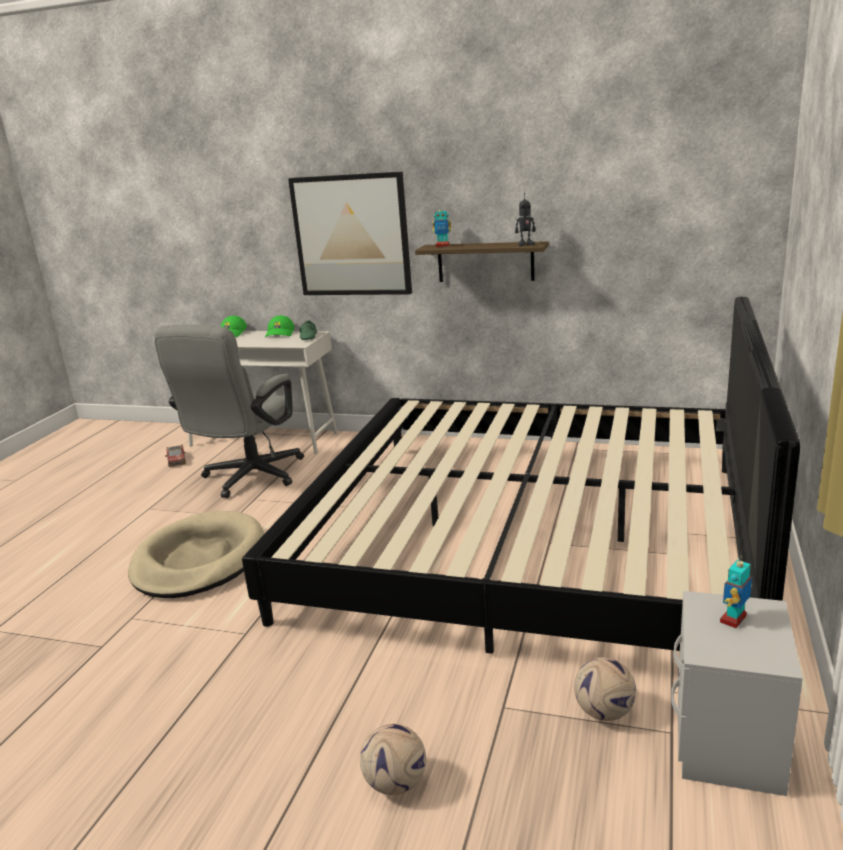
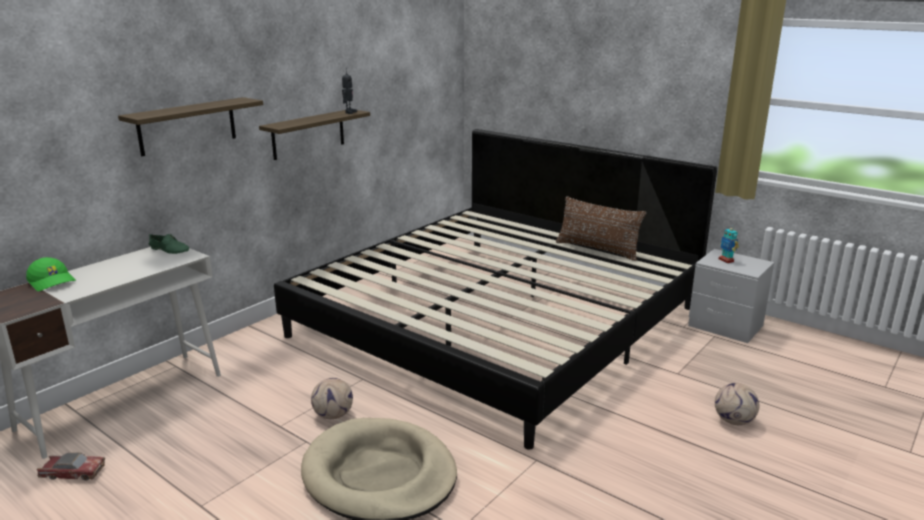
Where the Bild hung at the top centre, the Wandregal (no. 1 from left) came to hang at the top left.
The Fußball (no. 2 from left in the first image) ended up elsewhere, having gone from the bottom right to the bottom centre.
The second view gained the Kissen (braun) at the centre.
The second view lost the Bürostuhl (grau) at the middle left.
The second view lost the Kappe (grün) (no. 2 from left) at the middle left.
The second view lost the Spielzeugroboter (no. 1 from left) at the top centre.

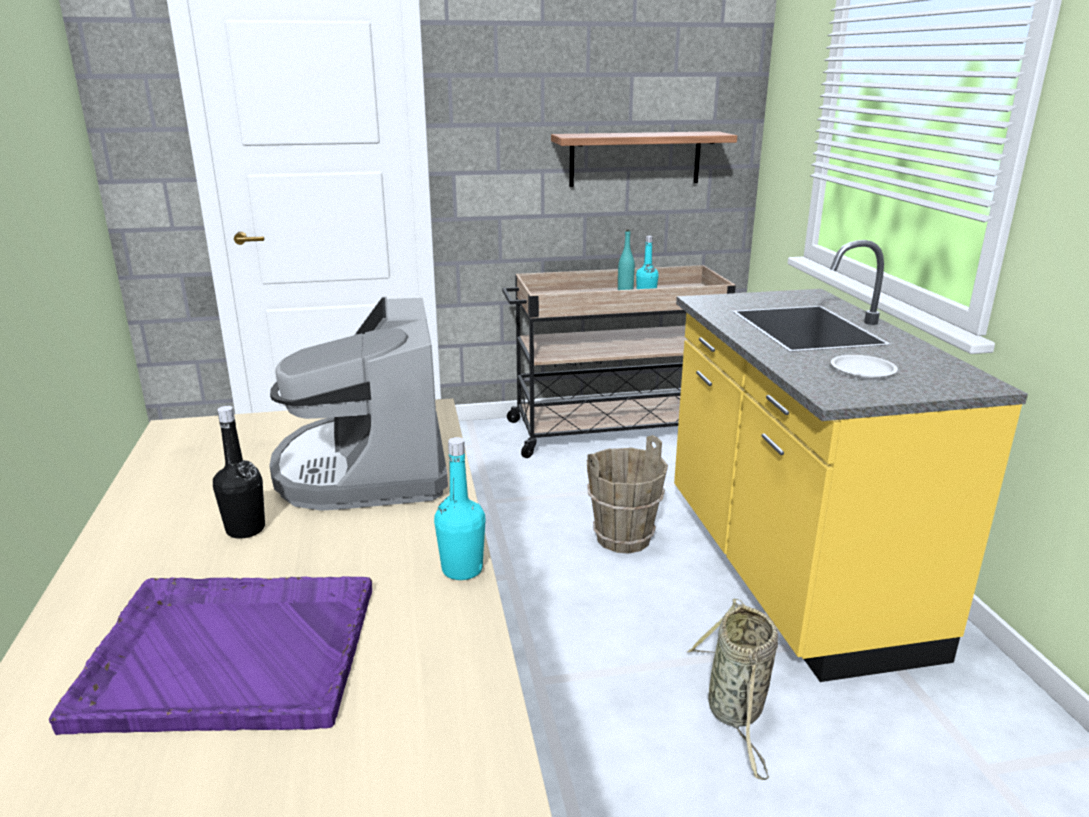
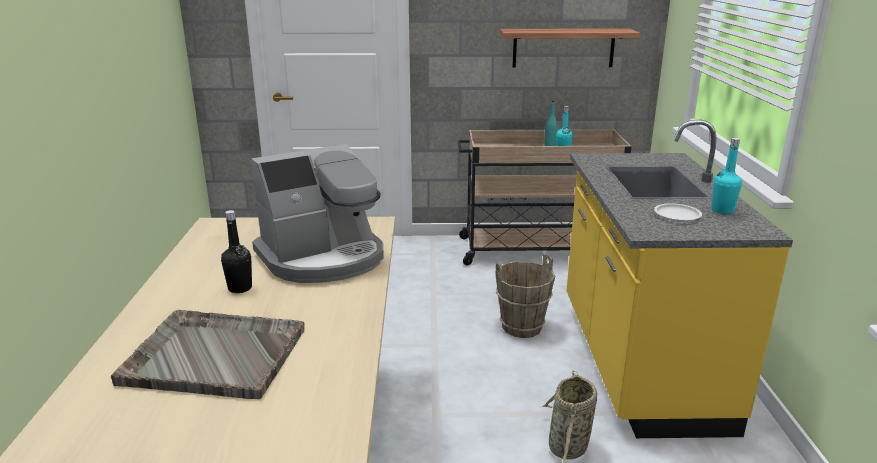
What was the Tablett (lila) at the bottom left turned into the Tablett (grau) at the bottom left.
The Kaffeemaschine at the middle left ended up facing another way, 120 degrees counterclockwise from before.
The Flasche (türkis) (no. 1 from left in the first image) ended up elsewhere, having gone from the centre to the middle right.

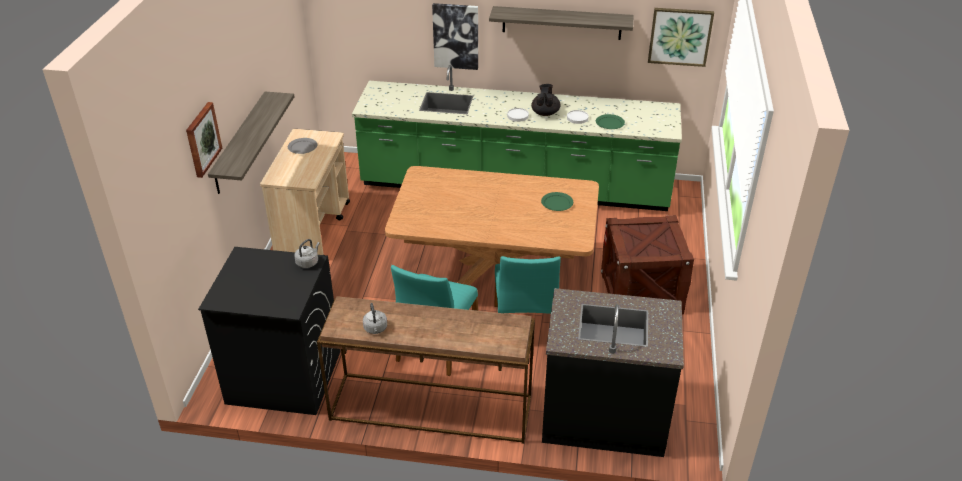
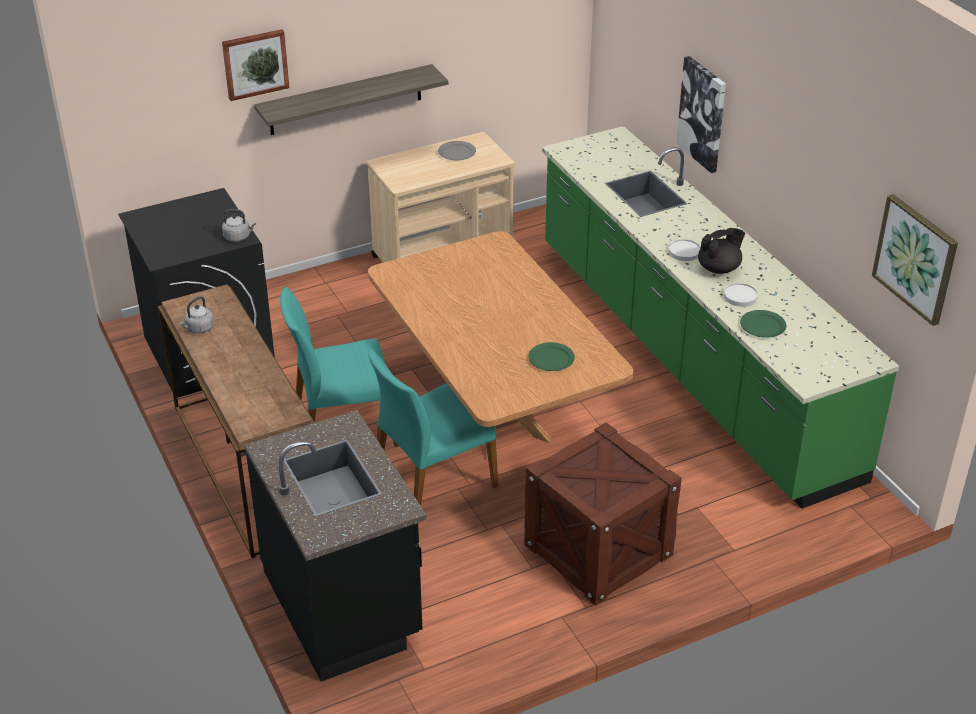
The second view lost the Wandregal (no. 2 from left) at the top centre.

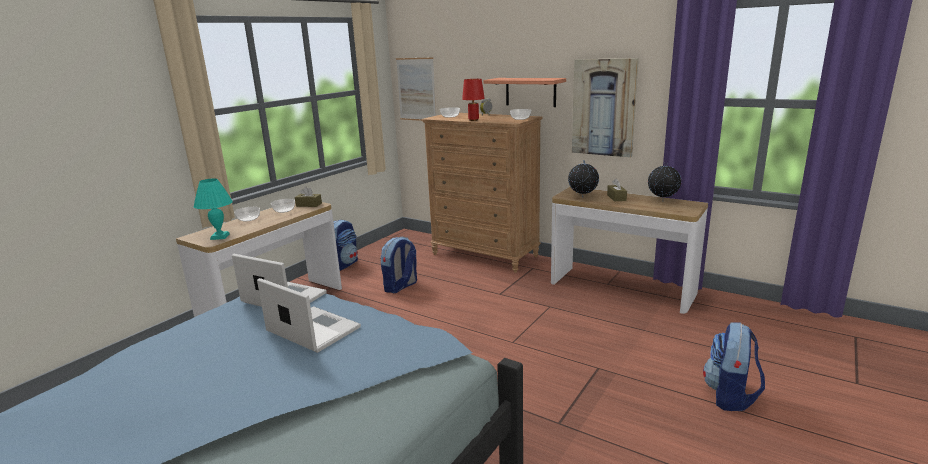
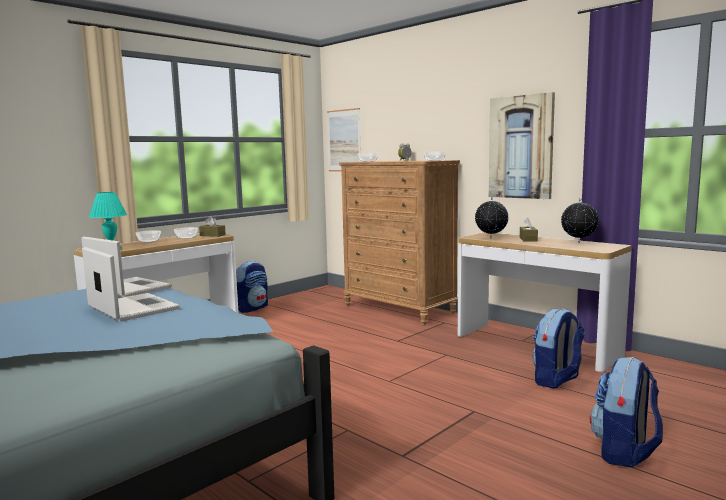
The Rucksack (no. 2 from left) ended up elsewhere, having gone from the centre to the bottom right.
The second view lost the Tischlampe (rot) at the top centre.
The second view lost the Wandregal at the top centre.

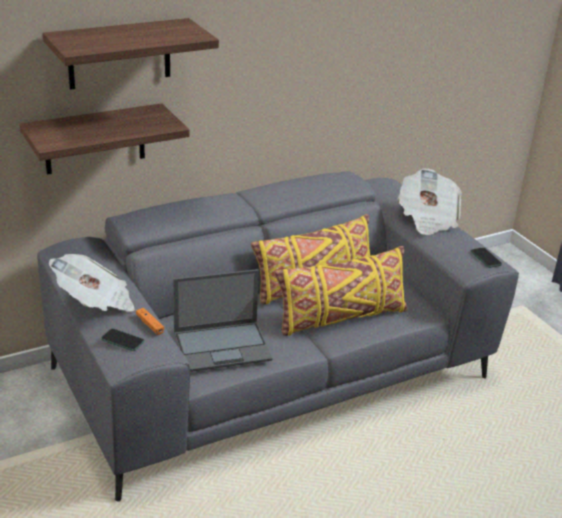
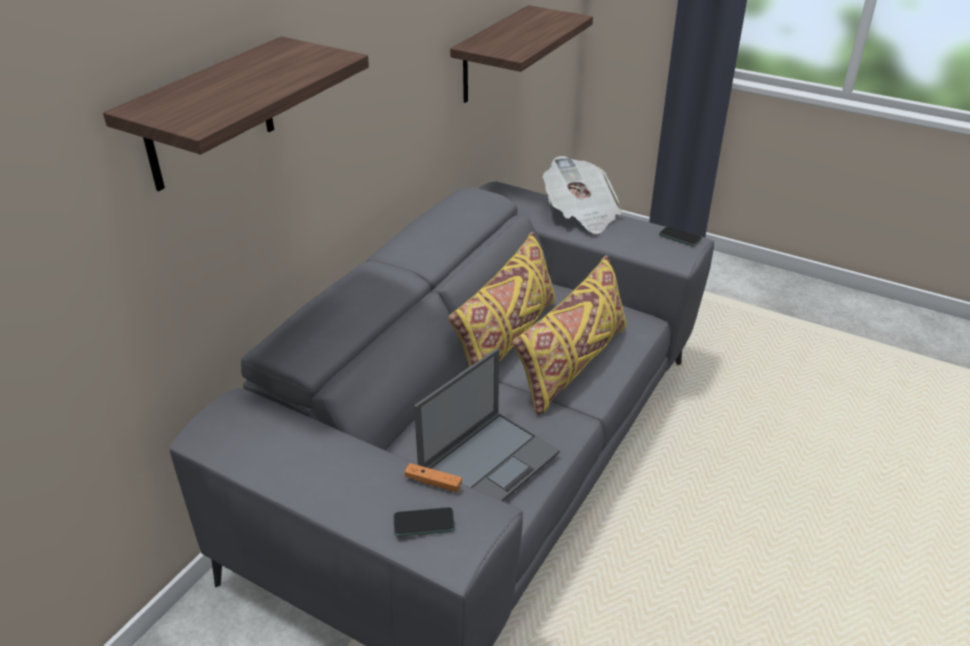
The Wandregal (no. 1 from left in the first image) ended up elsewhere, having gone from the top left to the top centre.
The second view lost the Zeitung (no. 1 from left) at the middle left.

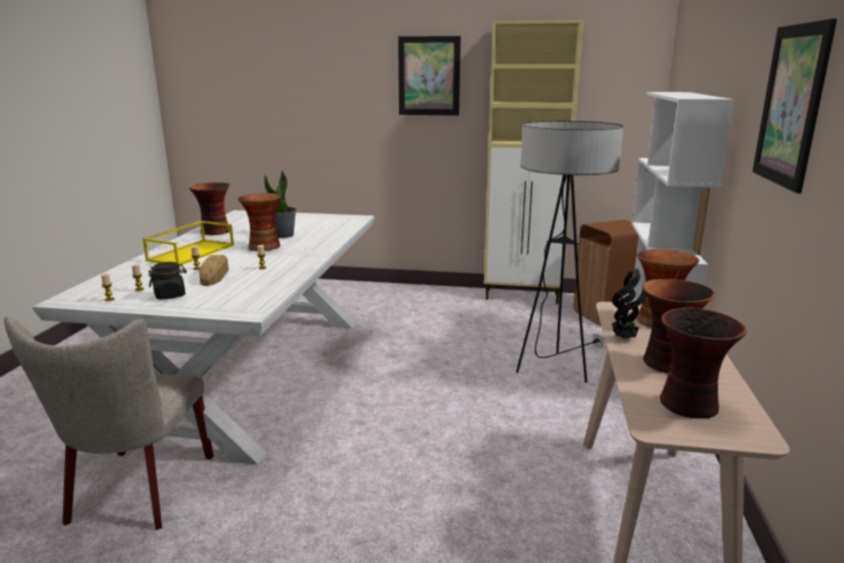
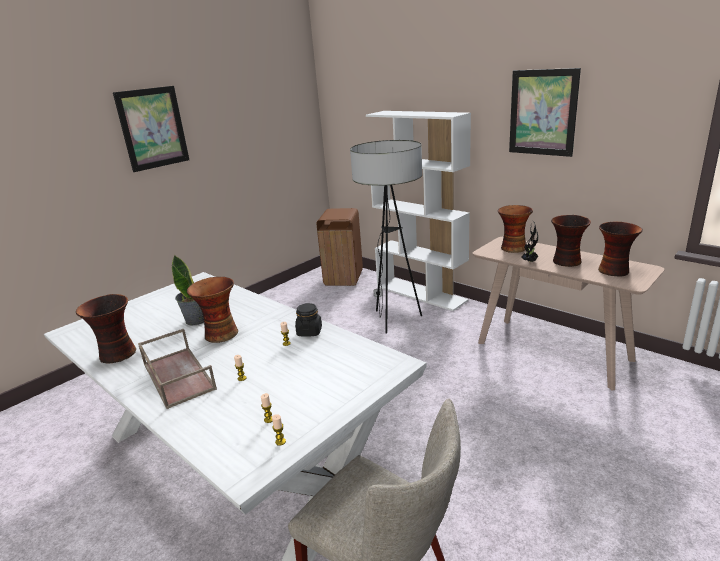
What was the Tablett (gelb) at the middle left turned into the Tablett (braun) at the middle left.
The Vorratsglas (schwarz) ended up elsewhere, having gone from the middle left to the centre.
The second view lost the Brot at the middle left.
The second view lost the Schrank (beige) at the top centre.

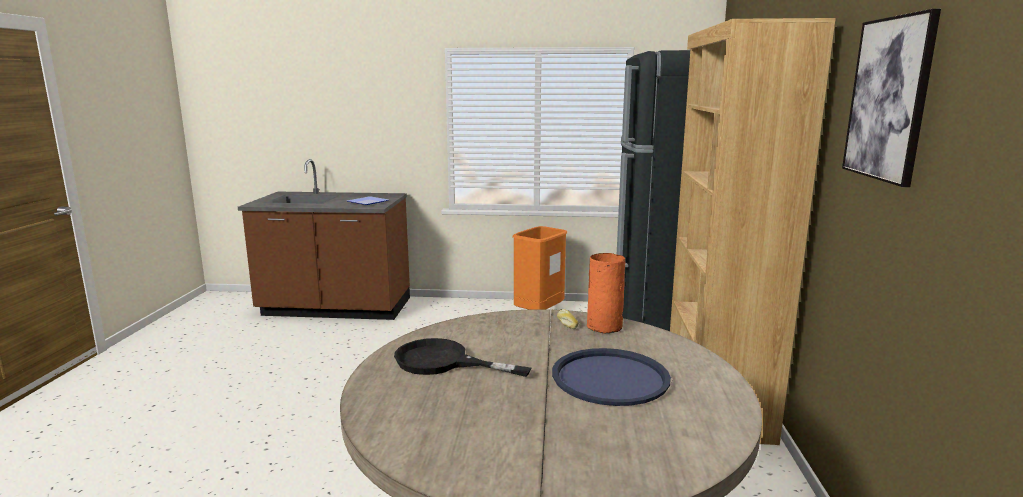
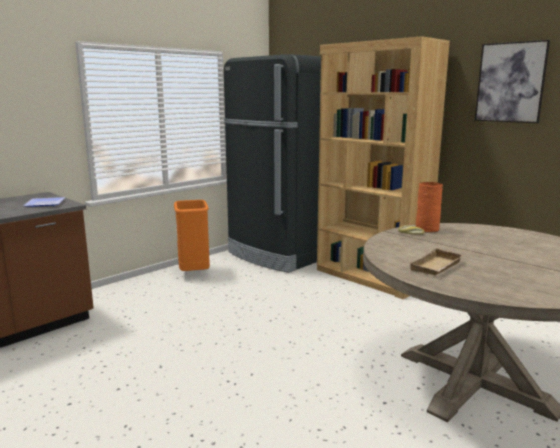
Where the Pfanne (schwarz) stood at the bottom centre, the Tablett (beige) came to stand at the middle right.
The second view lost the Tablett (blau) at the bottom centre.

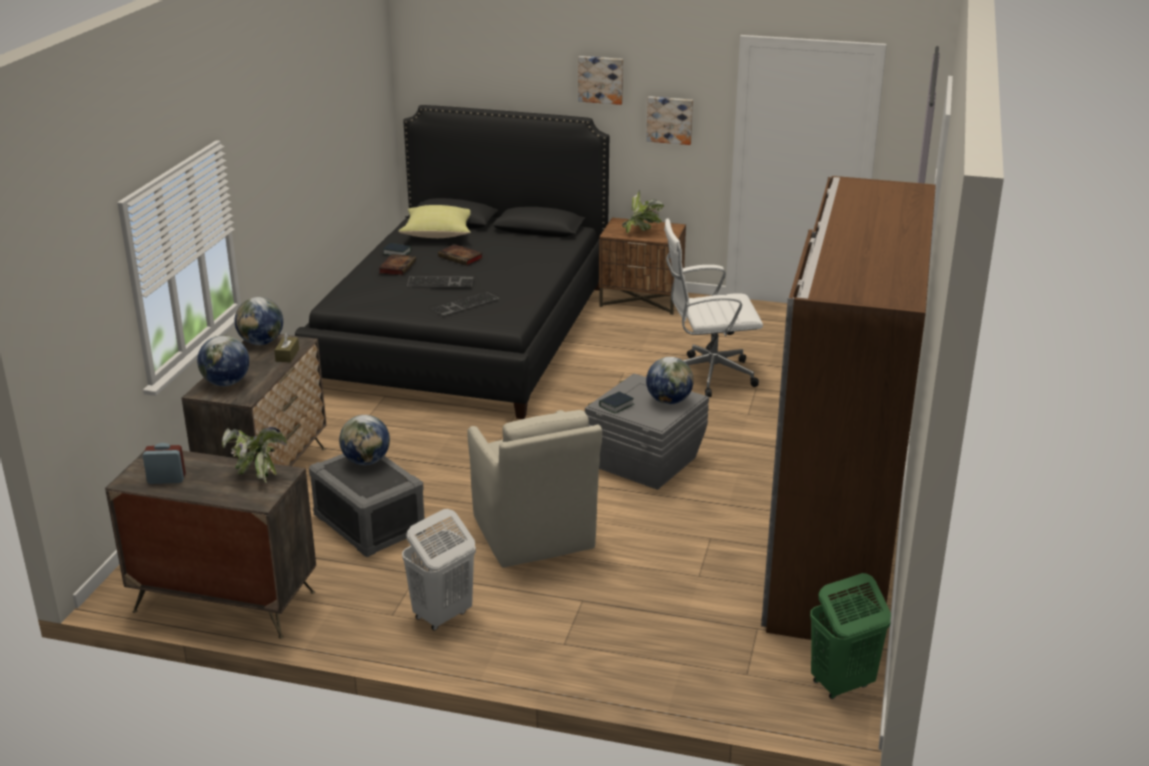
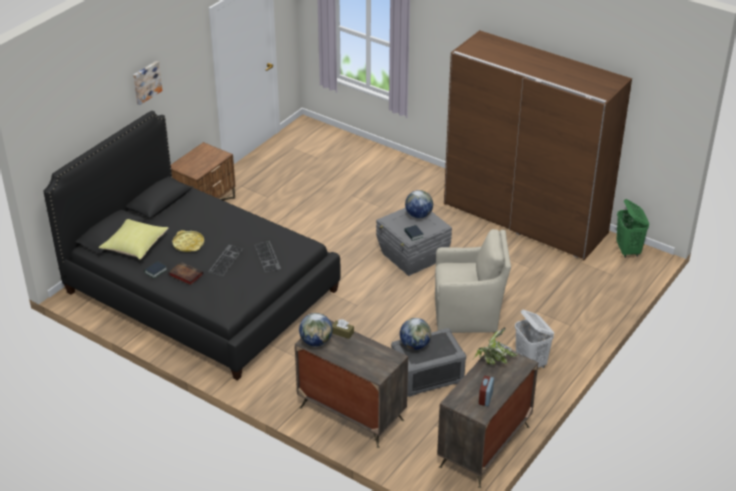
Where the Buch (no. 3 from left) stood at the top centre, the Tablett (gelb) came to stand at the middle left.
The second view lost the Globus (no. 1 from left) at the middle left.
The second view lost the Topfpflanze (no. 2 from left) at the top centre.
The second view lost the Bild (no. 2 from left) at the top centre.
The second view lost the Bürostuhl (weiß) at the centre.

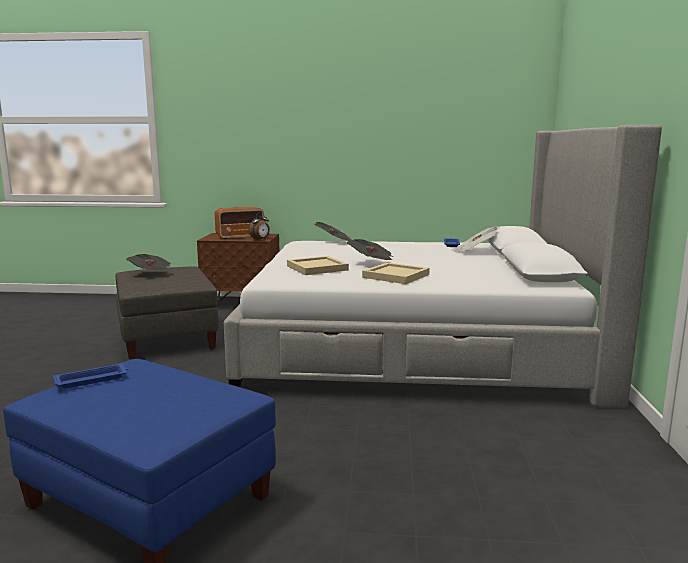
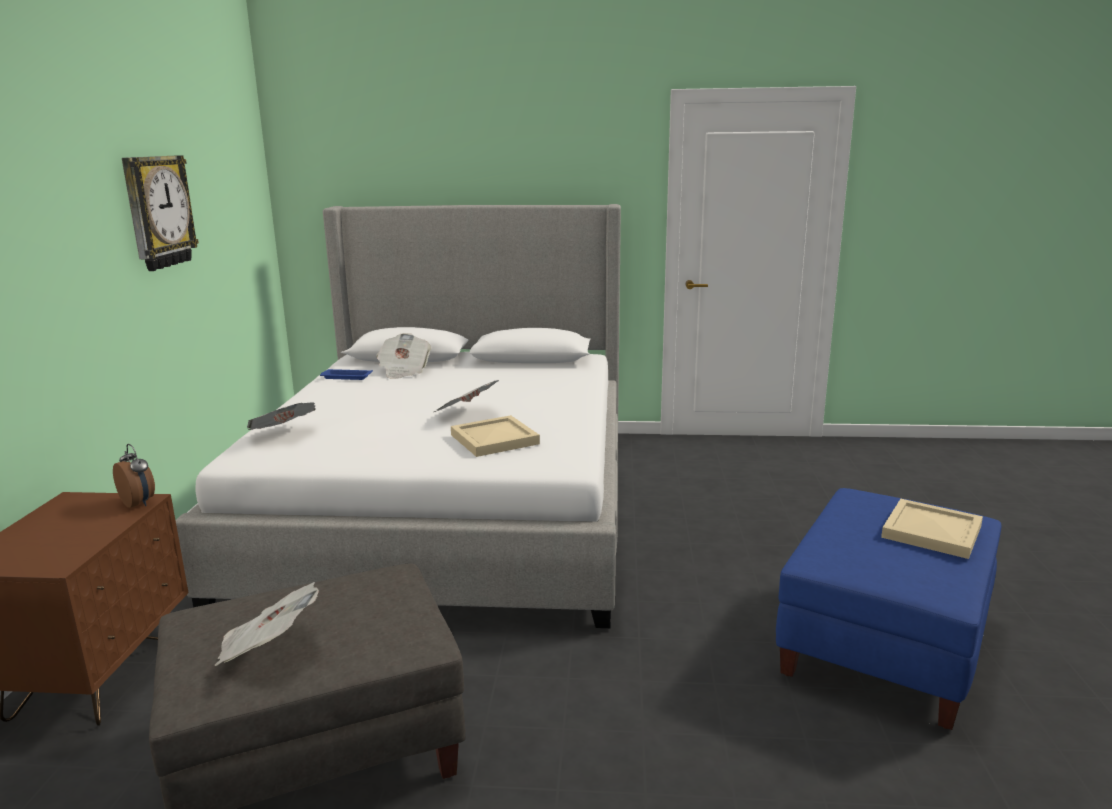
The second view gained the Wanduhr at the top left.
The Tablett (beige) (no. 2 from left) ended up elsewhere, having gone from the centre to the middle right.
The second view lost the Tablett (blau) (no. 1 from left) at the bottom left.
The second view lost the Radio at the centre.

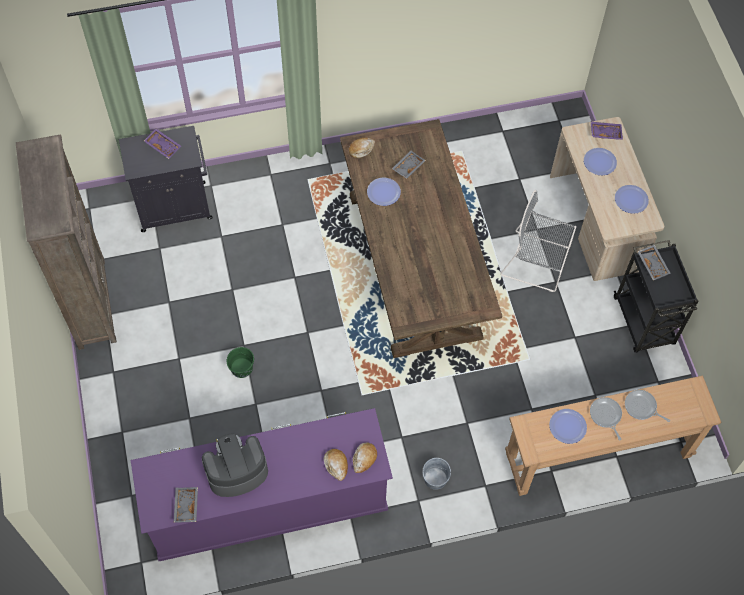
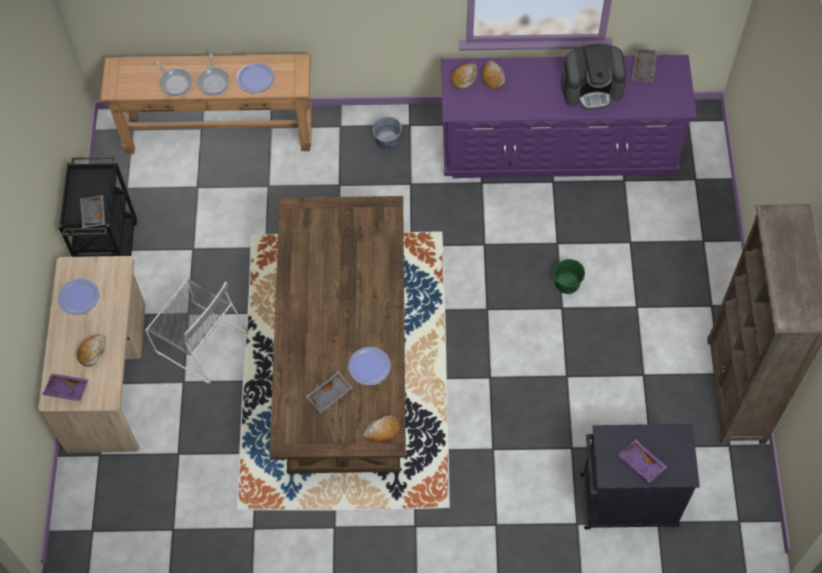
Where the Teller (no. 3 from left) stood at the top right, the Brot (no. 1 from left) came to stand at the middle left.

